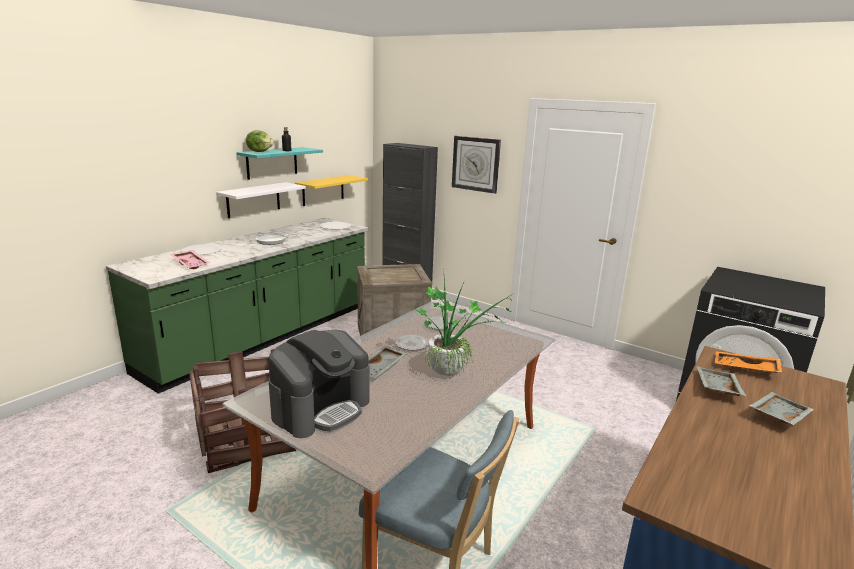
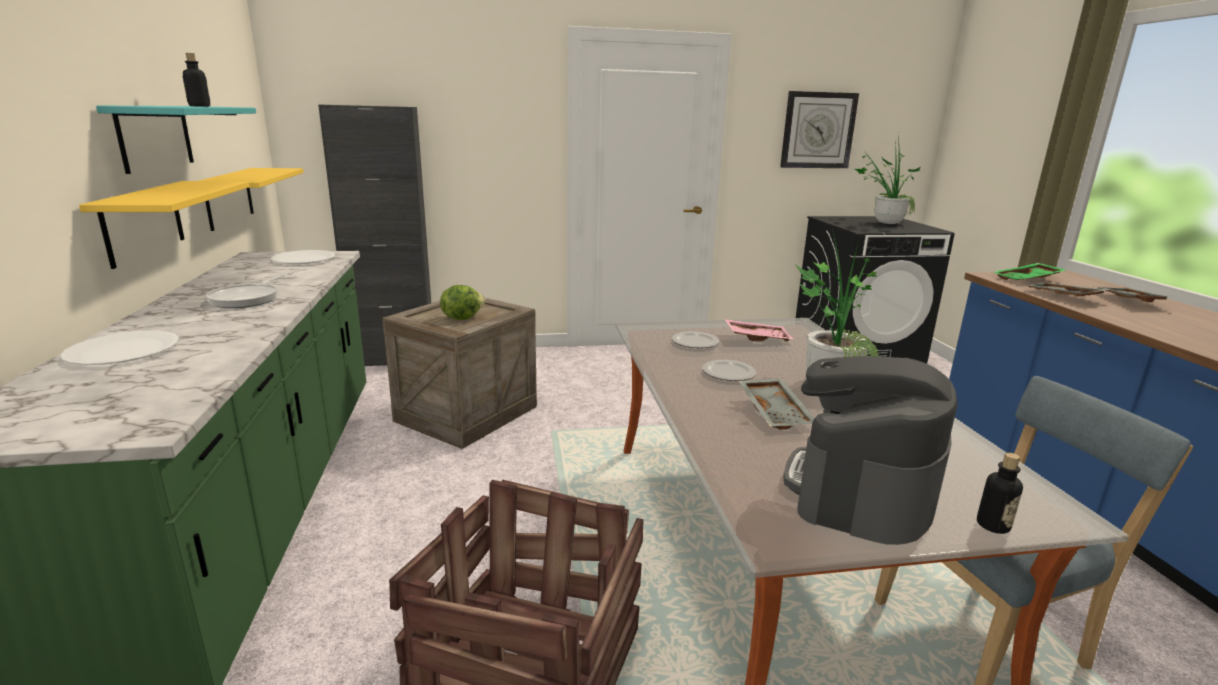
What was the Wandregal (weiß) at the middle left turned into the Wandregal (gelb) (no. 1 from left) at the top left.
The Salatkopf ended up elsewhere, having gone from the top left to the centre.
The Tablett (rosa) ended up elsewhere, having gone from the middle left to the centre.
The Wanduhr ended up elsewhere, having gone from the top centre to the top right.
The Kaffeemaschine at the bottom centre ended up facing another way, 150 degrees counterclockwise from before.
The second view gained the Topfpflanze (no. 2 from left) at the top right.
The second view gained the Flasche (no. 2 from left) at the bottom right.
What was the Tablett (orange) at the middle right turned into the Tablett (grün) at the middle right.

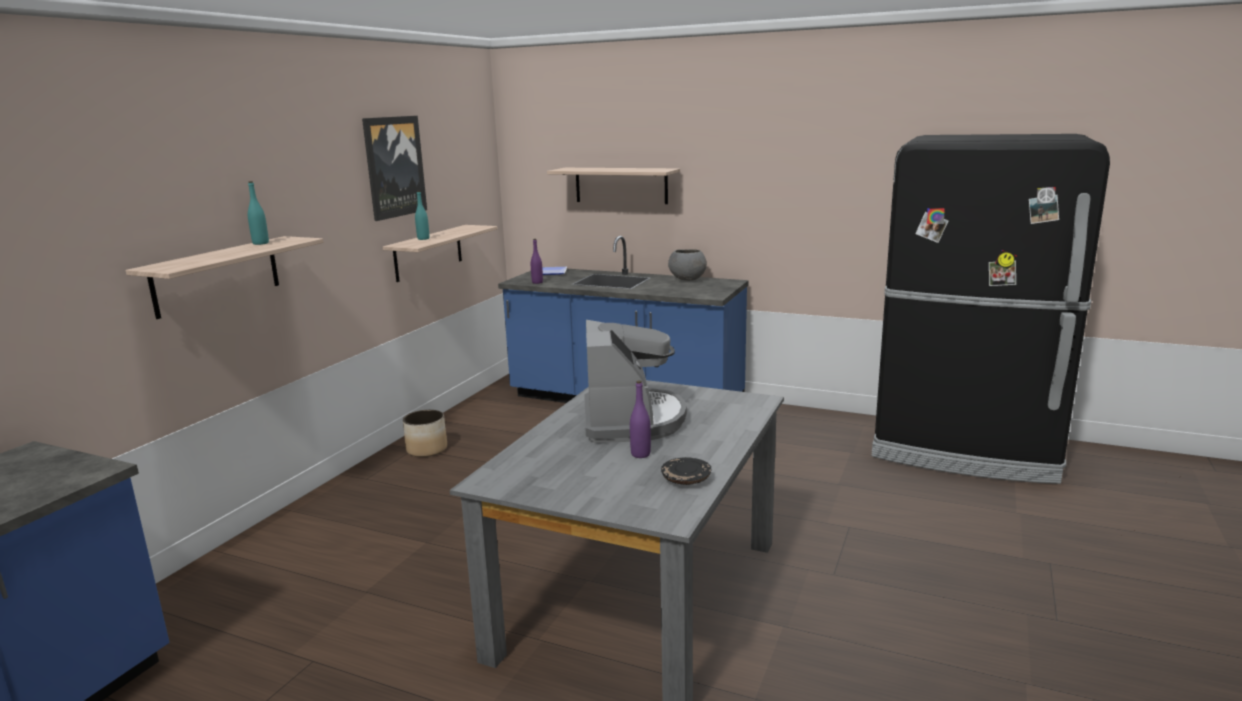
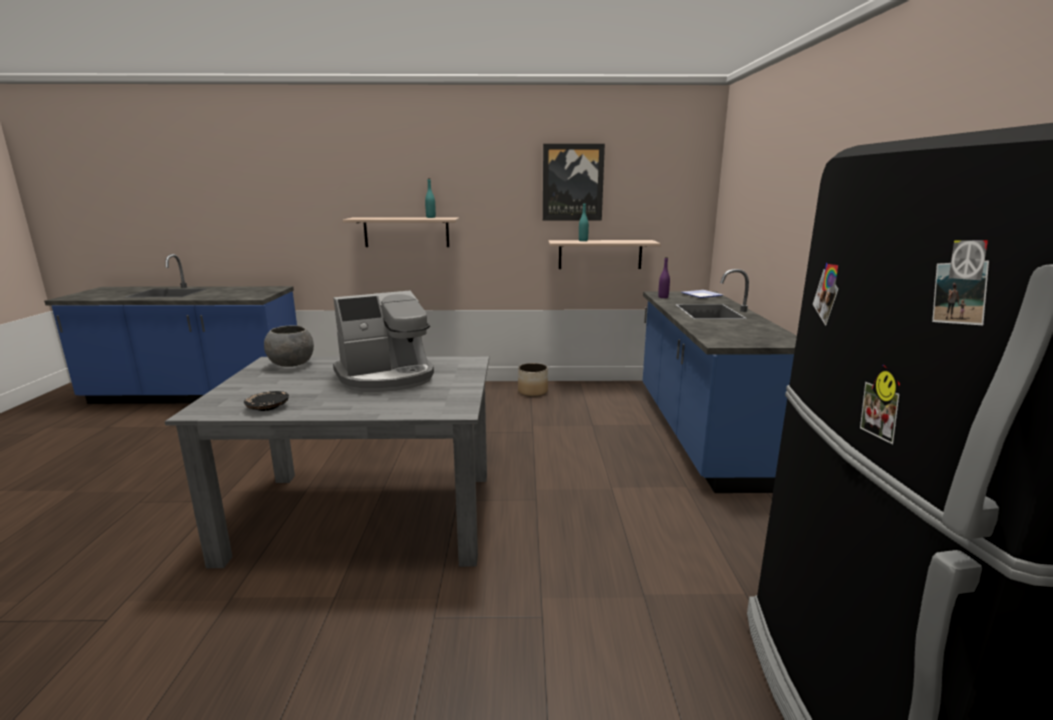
The Schüssel (grau) ended up elsewhere, having gone from the centre to the middle left.
The second view lost the Wandregal (no. 3 from left) at the top centre.
The second view lost the Flasche (lila) (no. 2 from left) at the centre.

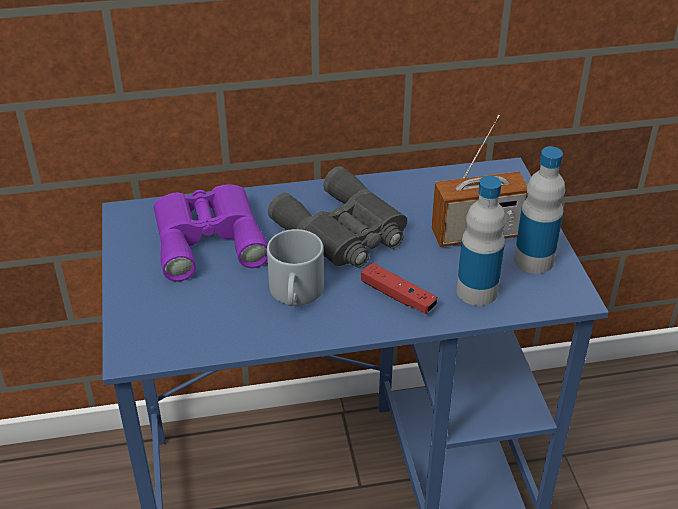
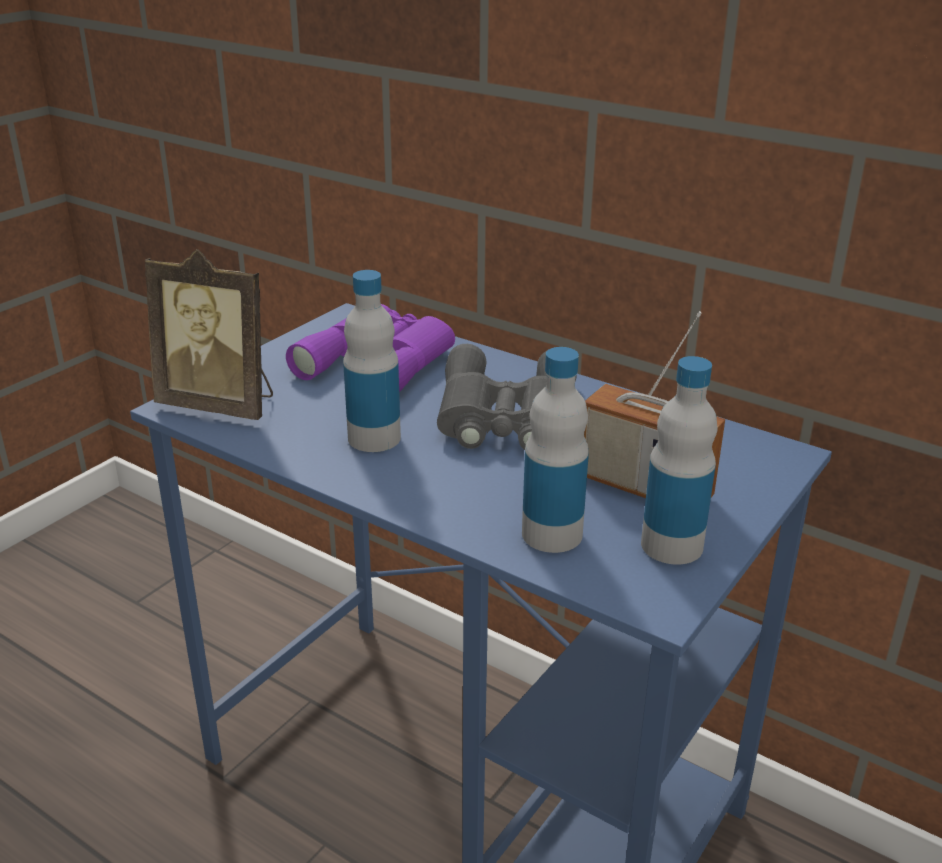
The second view gained the Bilderrahmen at the middle left.
Where the Henkelbecher (grau) stood at the centre, the Flasche (no. 1 from left) came to stand at the centre.
The second view lost the Gamepad (rot) at the centre.

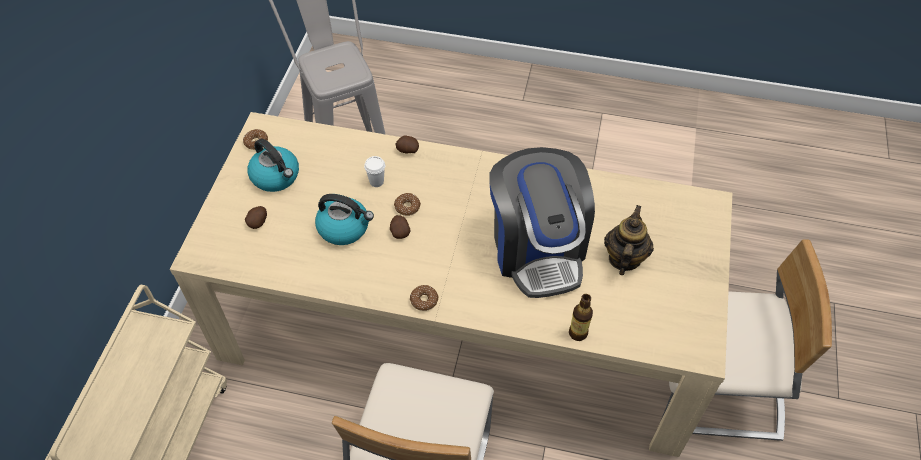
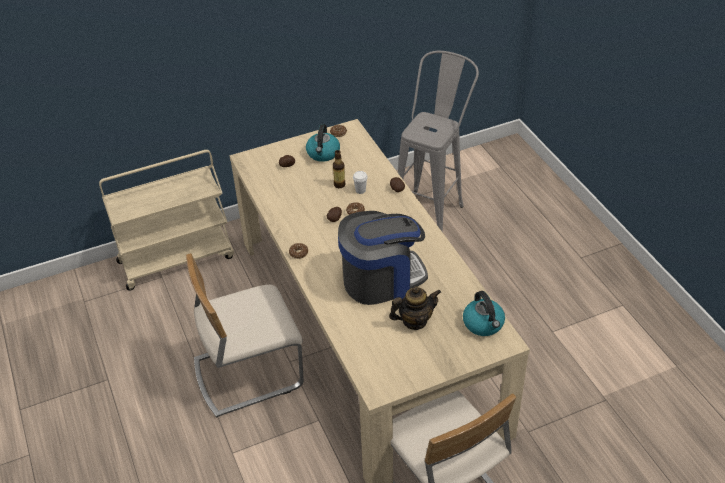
The Flasche ended up elsewhere, having gone from the bottom centre to the centre.
The Kaffeemaschine at the centre ended up facing another way, 150 degrees counterclockwise from before.
The Wasserkessel (no. 2 from left) ended up elsewhere, having gone from the centre to the middle right.

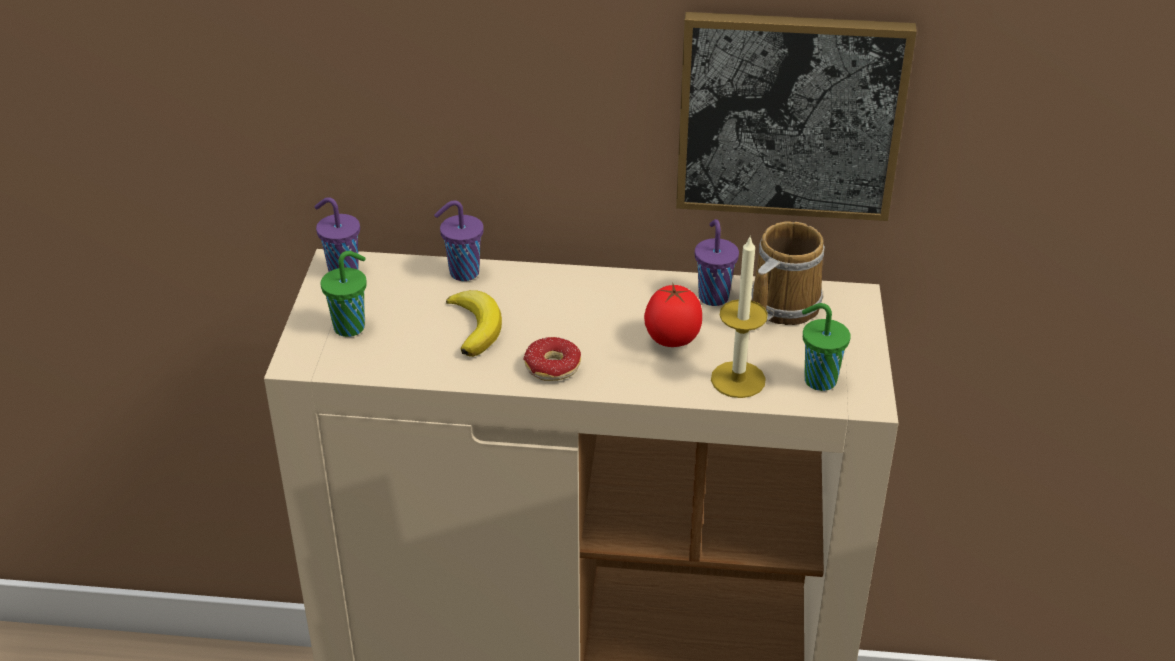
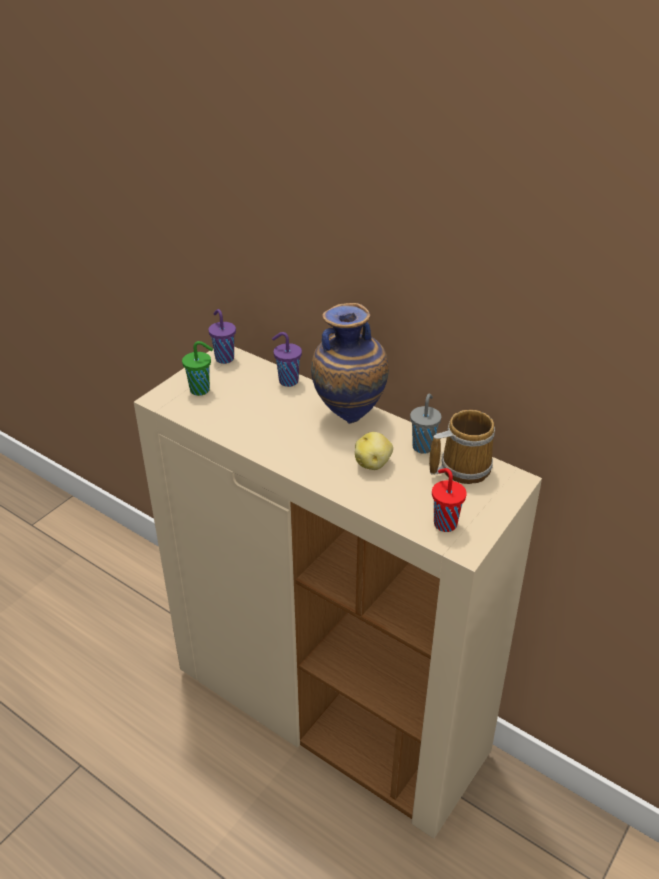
The second view gained the Vase at the centre.
Where the Tomate stood at the centre, the Kartoffel came to stand at the centre.
What was the Tasse (lila) (no. 3 from left) at the centre turned into the Tasse (grau) at the centre.
What was the Tasse (grün) (no. 2 from left) at the middle right turned into the Tasse (rot) at the middle right.
The second view lost the Banane at the centre.
The second view lost the Donut at the centre.
The second view lost the Bild at the top right.
The second view lost the Kerze at the centre.

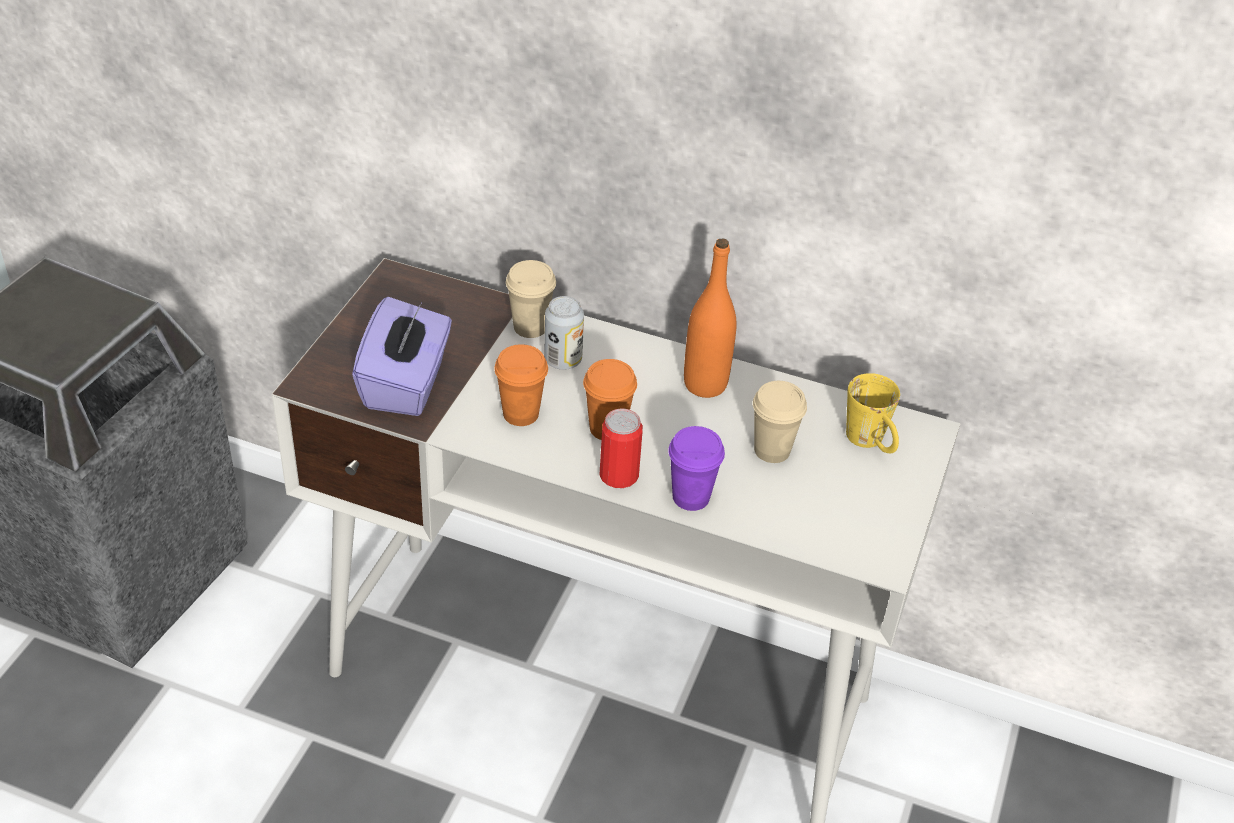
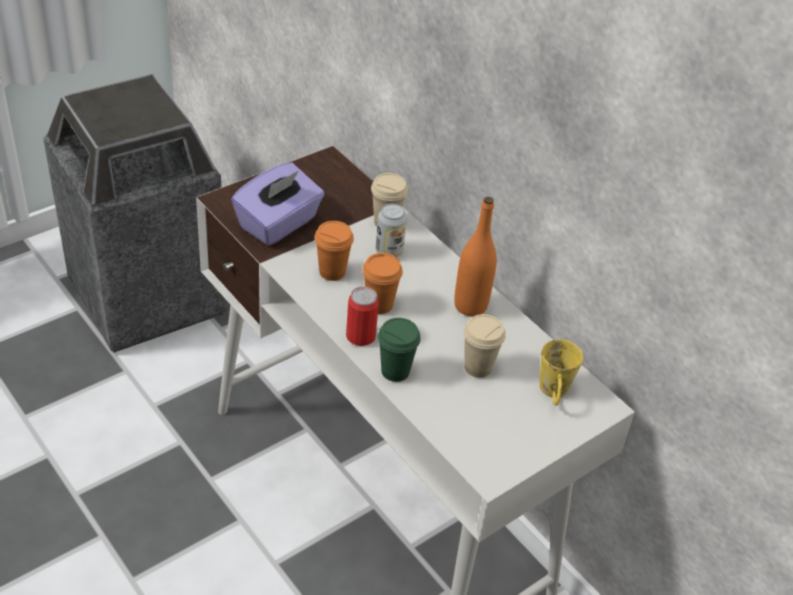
What was the Tasse (lila) at the centre turned into the Tasse (grün) at the centre.

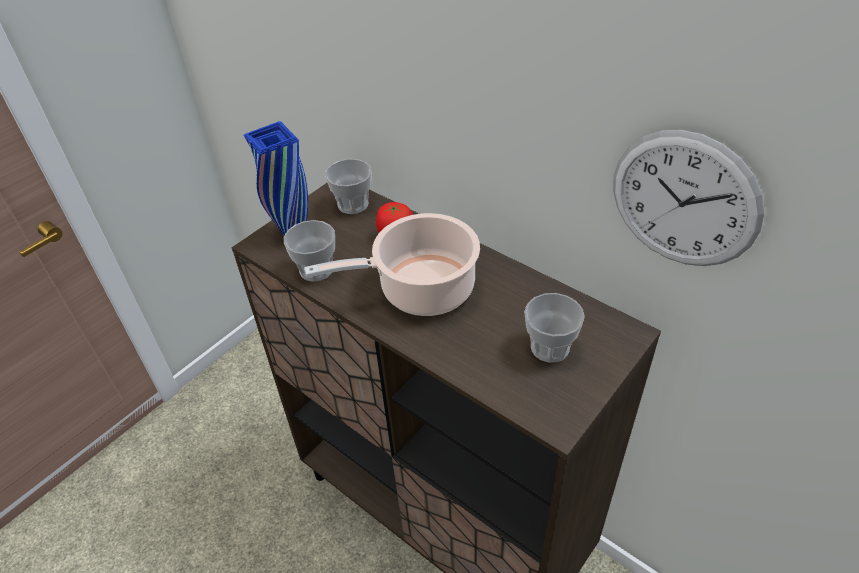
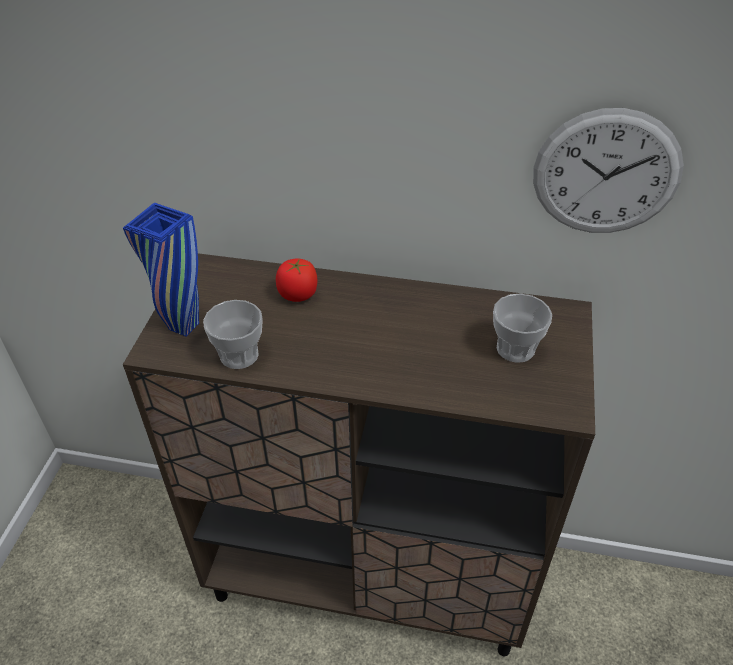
The second view lost the Kochtopf at the centre.
The second view lost the Tasse (no. 2 from left) at the top centre.

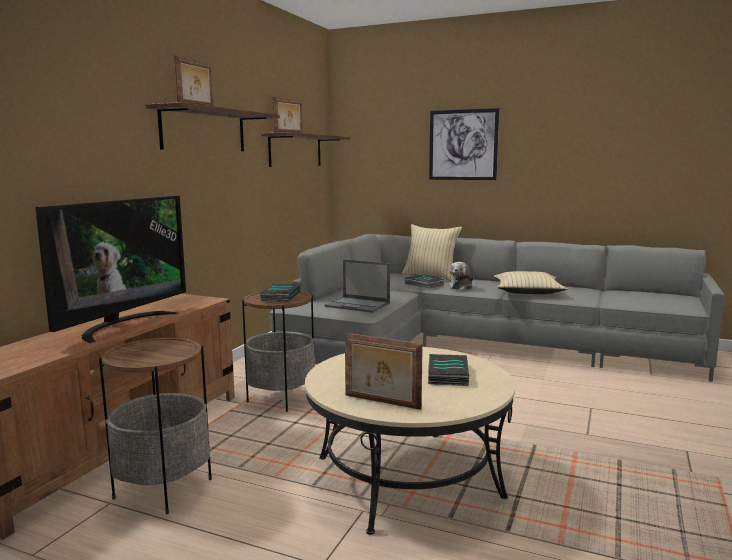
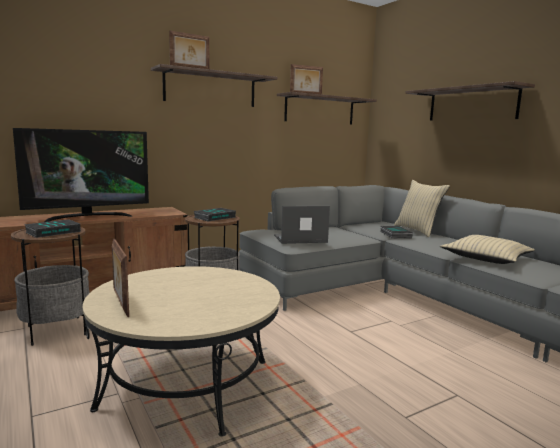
The Buch (no. 3 from left in the first image) ended up elsewhere, having gone from the centre to the middle left.
The Laptop at the centre ended up facing another way, 105 degrees clockwise from before.
Where the Bild hung at the top centre, the Wandregal (no. 3 from left) came to hang at the top right.
The second view lost the Plüschtier at the centre.

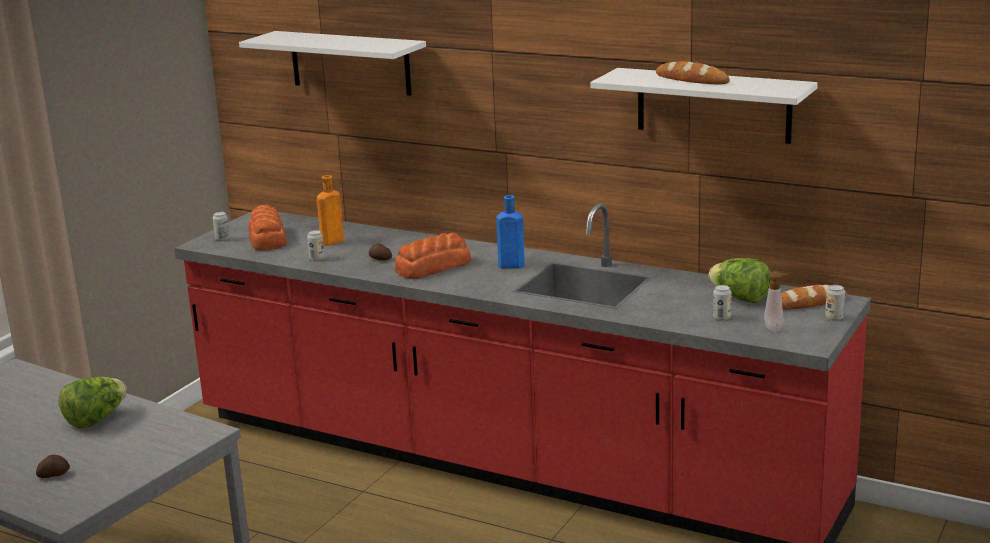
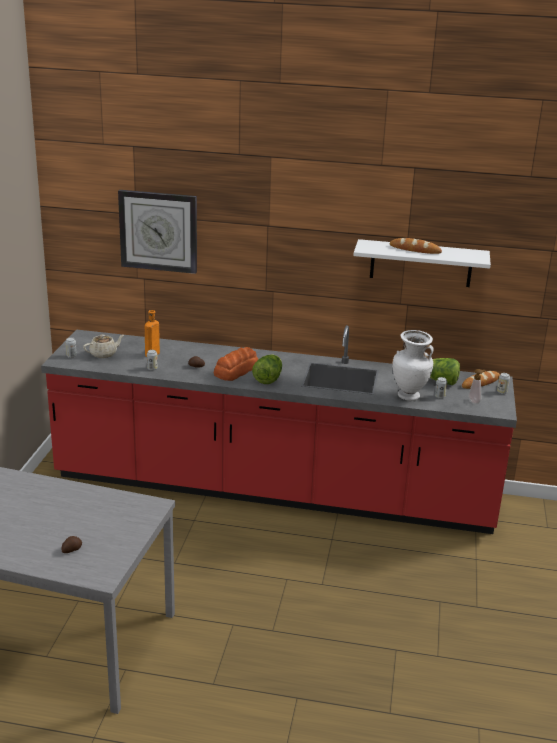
Where the Brot (no. 1 from left) stood at the middle left, the Teekanne (beige) came to stand at the middle left.
Where the Wandregal (weiß) (no. 1 from left) hung at the top centre, the Wanduhr came to hang at the top left.
The Salatkopf (no. 1 from left) ended up elsewhere, having gone from the bottom left to the centre.
The second view gained the Vase (weiß) at the middle right.
The second view lost the Flasche (blau) at the centre.

